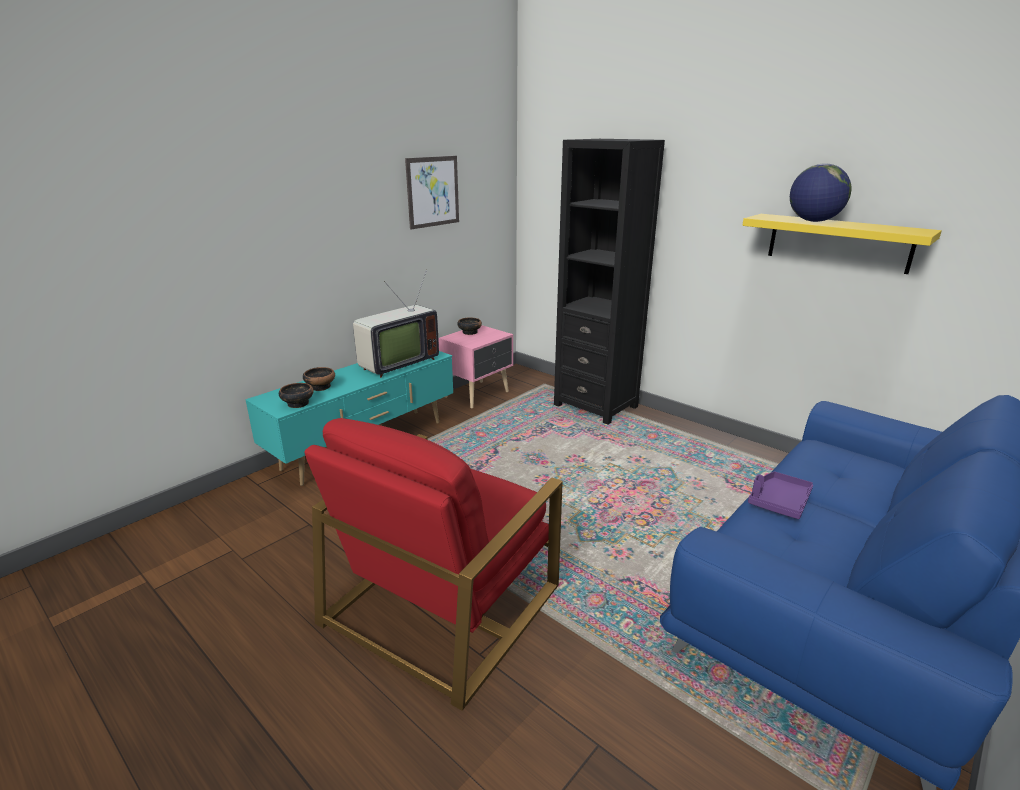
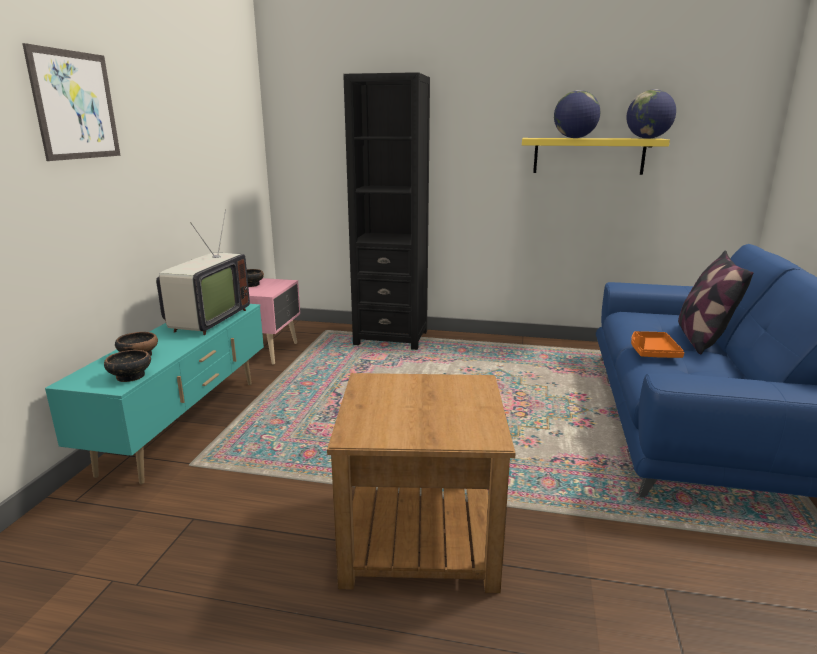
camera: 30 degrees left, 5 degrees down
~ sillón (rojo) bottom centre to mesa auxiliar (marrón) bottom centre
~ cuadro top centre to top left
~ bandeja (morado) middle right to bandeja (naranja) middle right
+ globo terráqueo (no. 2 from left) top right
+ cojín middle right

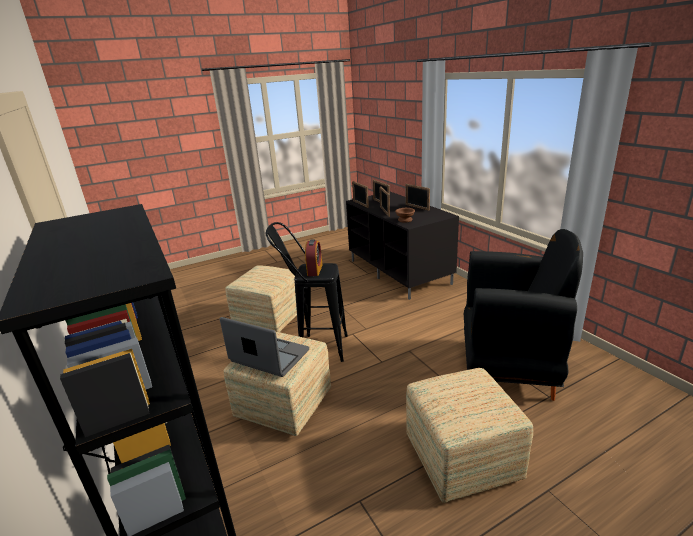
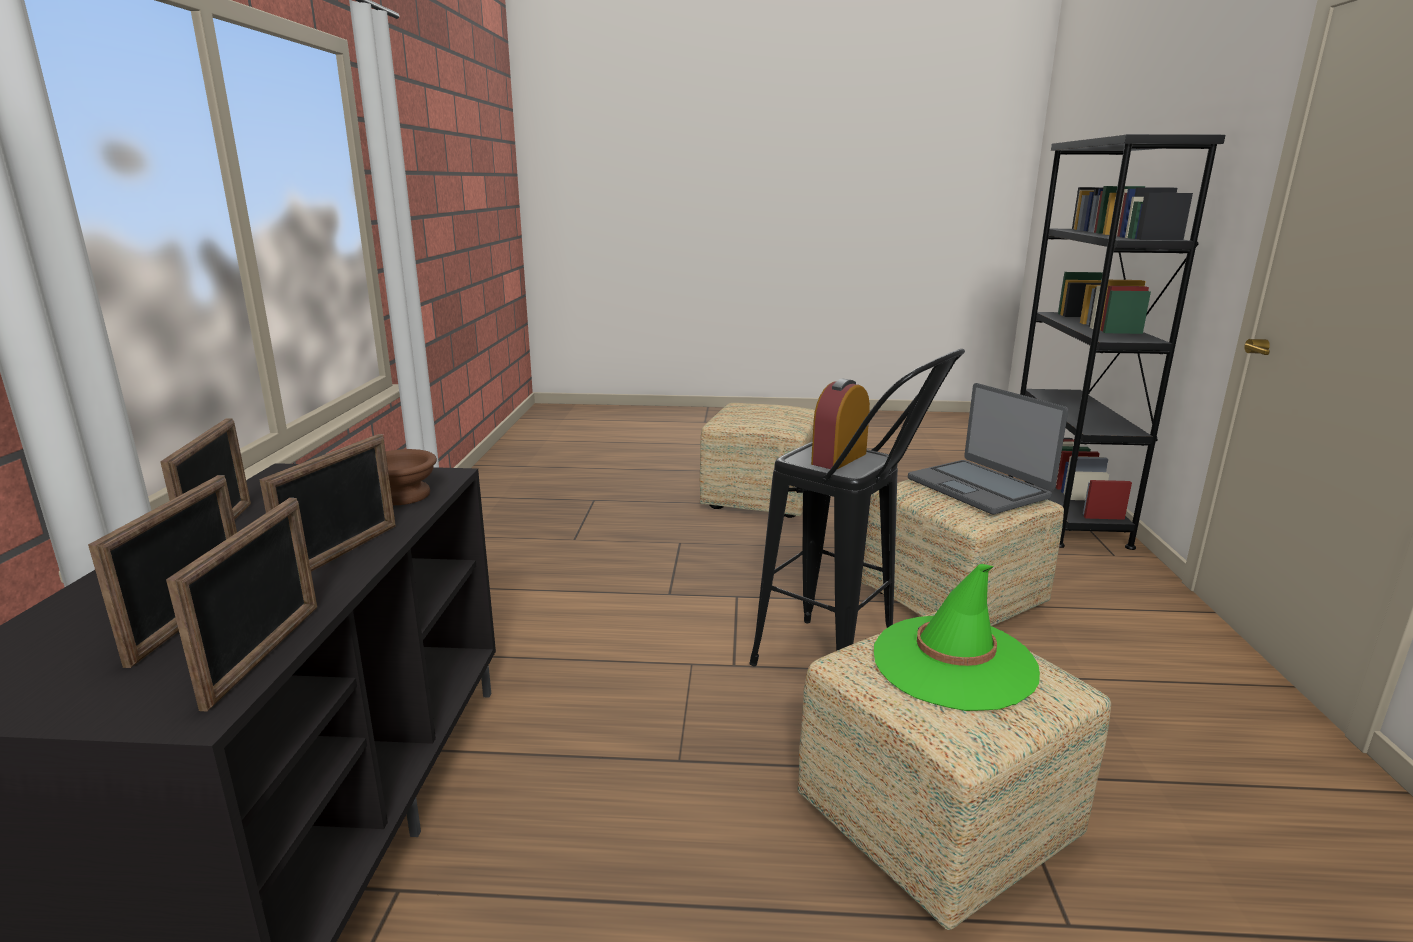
camera: 150 degrees left, 5 degrees down
- sillón (negro) middle right
+ sombrero (verde) bottom right

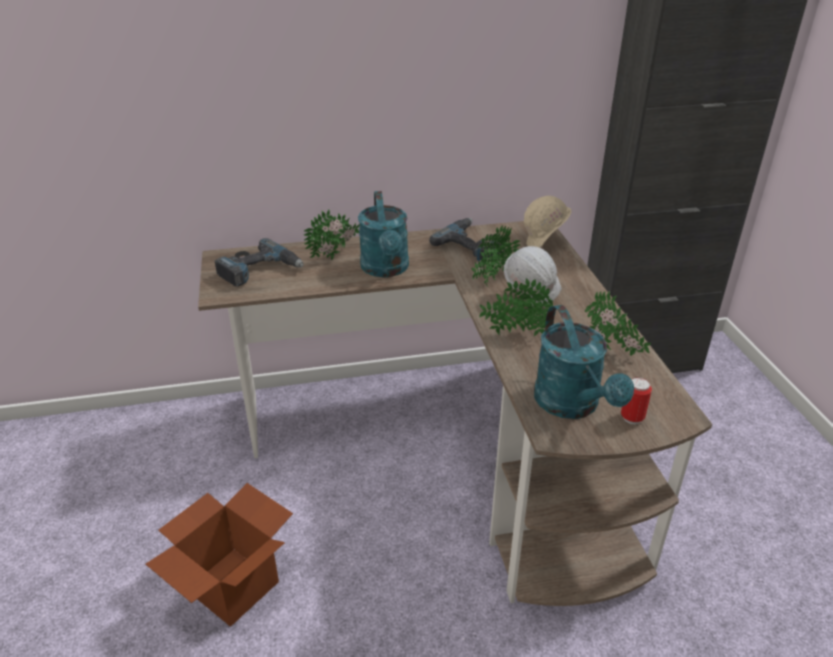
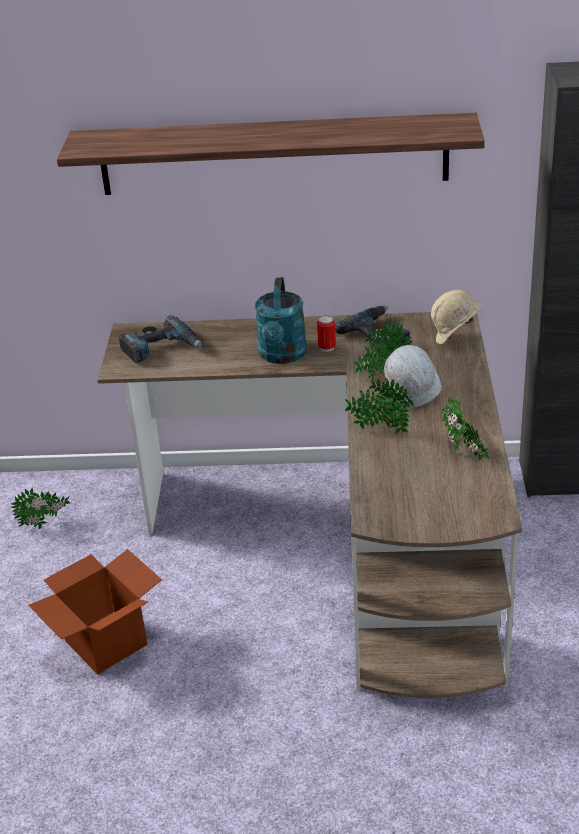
camera: 15 degrees right, 0 degrees up
~ planta en maceta (no. 1 from left) centre to middle left
- regadera (turquesa) (no. 2 from left) middle right
~ lata middle right to centre
+ estante top centre

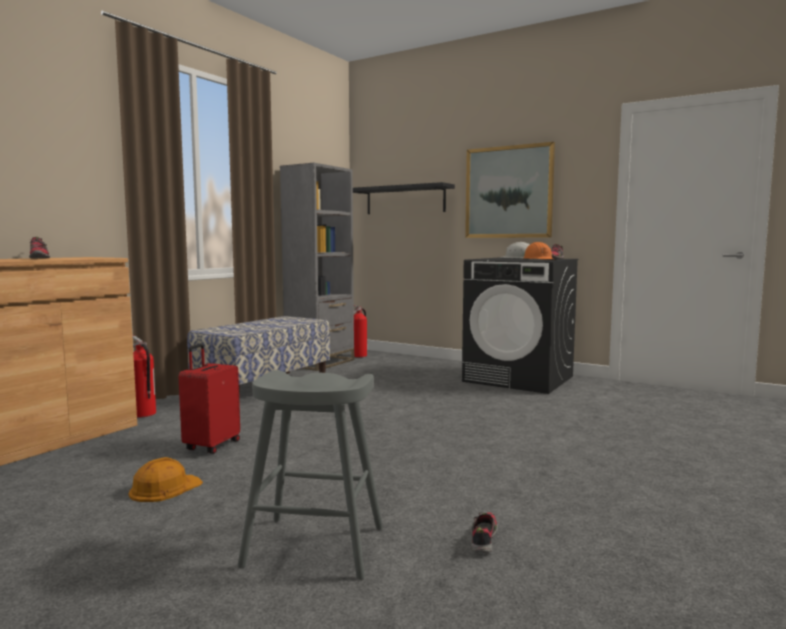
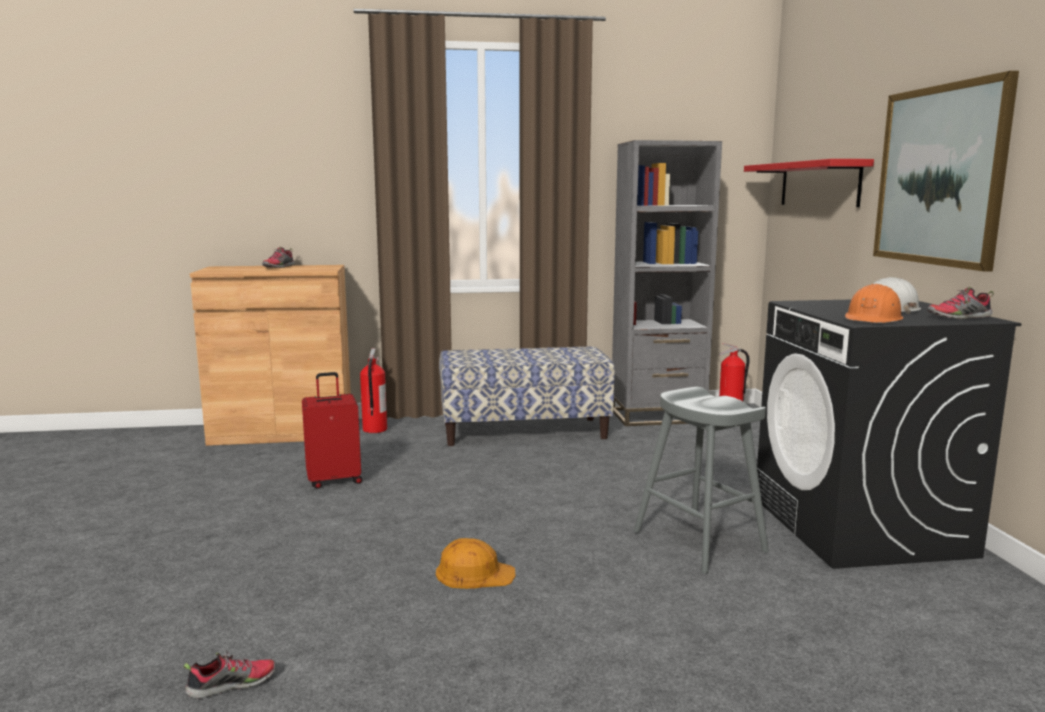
camera: 50 degrees right, 5 degrees up
~ casco (naranja) (no. 1 from left) bottom left to bottom centre
~ taburete (gris) bottom centre to bottom right
~ estante (negro) top centre to estante (rojo) top right

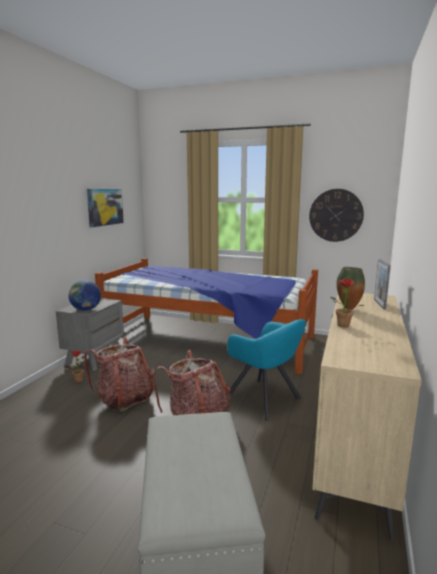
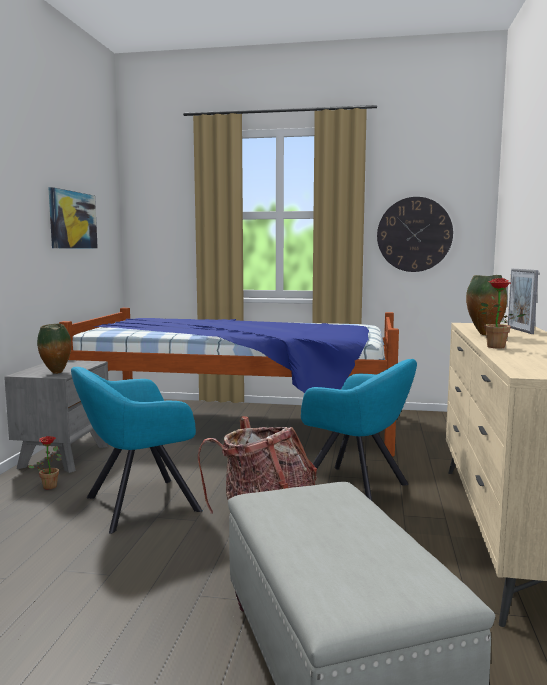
camera: 10 degrees left, 5 degrees down
~ globo terráqueo middle left to florero (no. 1 from left) middle left
~ mochila (no. 1 from left) middle left to sillón (turquesa) (no. 1 from left) middle left

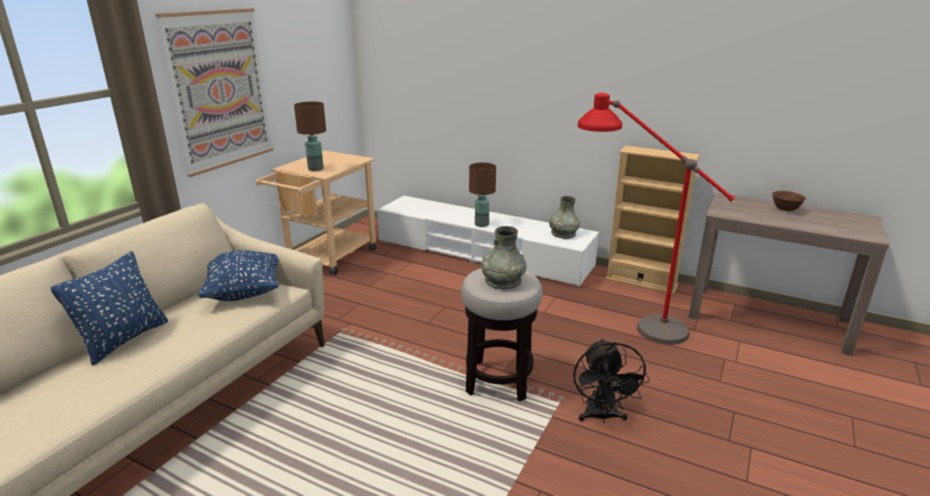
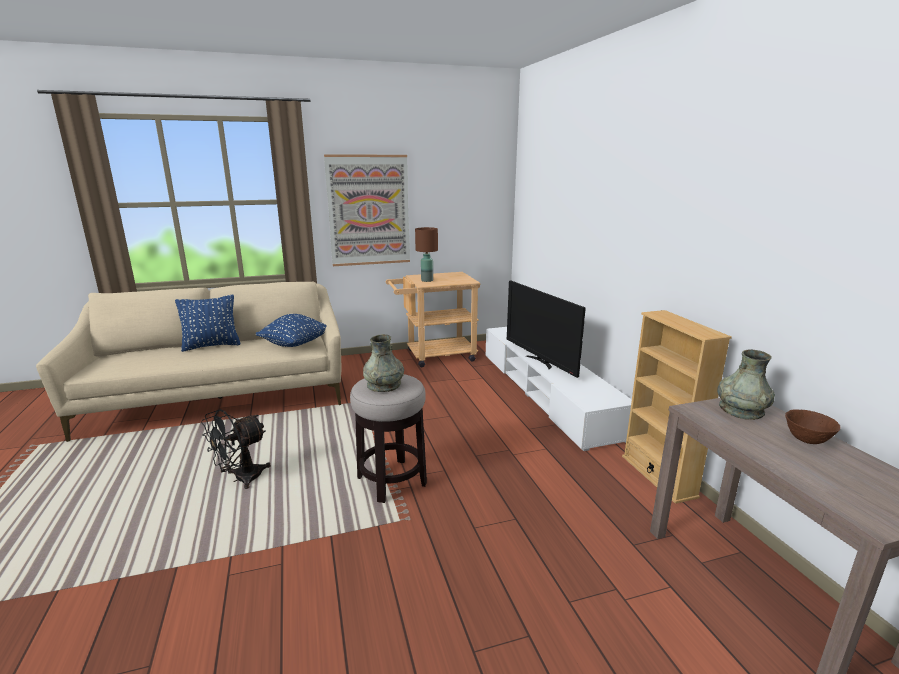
camera: 45 degrees right, 5 degrees down
~ lámpara de mesa (marrón) (no. 2 from left) centre to televisor centre
~ florero (gris) (no. 2 from left) centre to middle right
~ ventilador (negro) bottom centre to middle left
- lámpara de pie (rojo) middle right

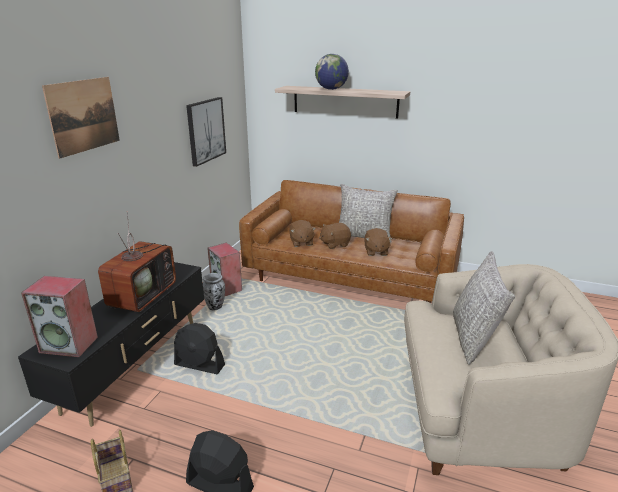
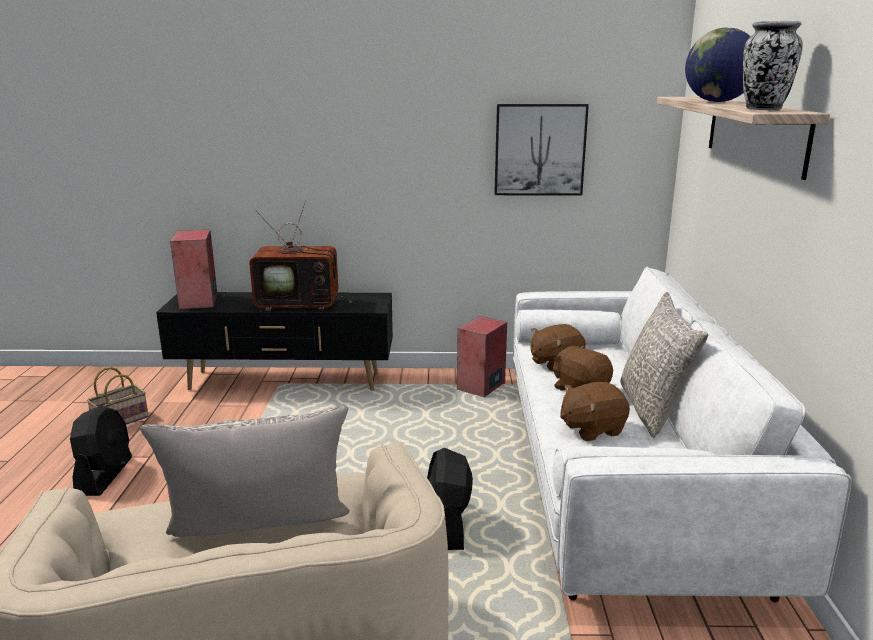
camera: 70 degrees right, 5 degrees down
- cuadro (no. 1 from left) top left
~ ventilador (negro) (no. 1 from left in the first image) bottom left to ventilador (negro) (no. 2 from left) bottom centre
~ florero centre to top right
~ sofá (marrón) centre to sofá (blanco) bottom right

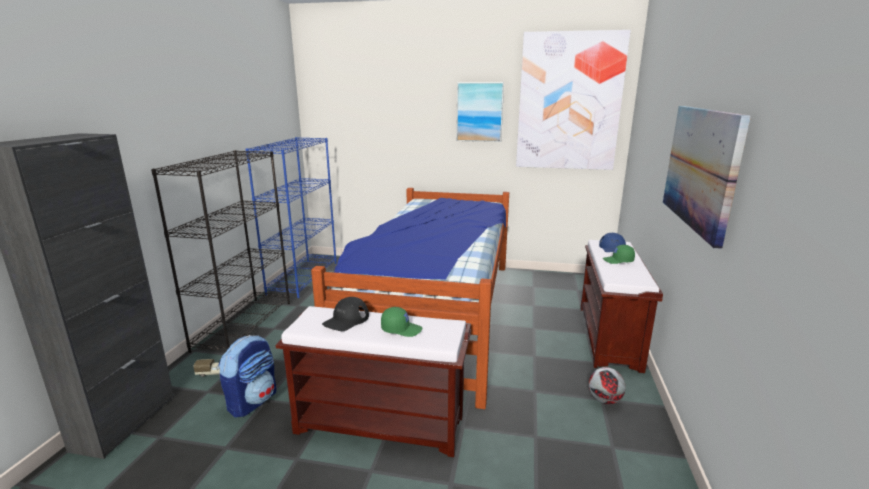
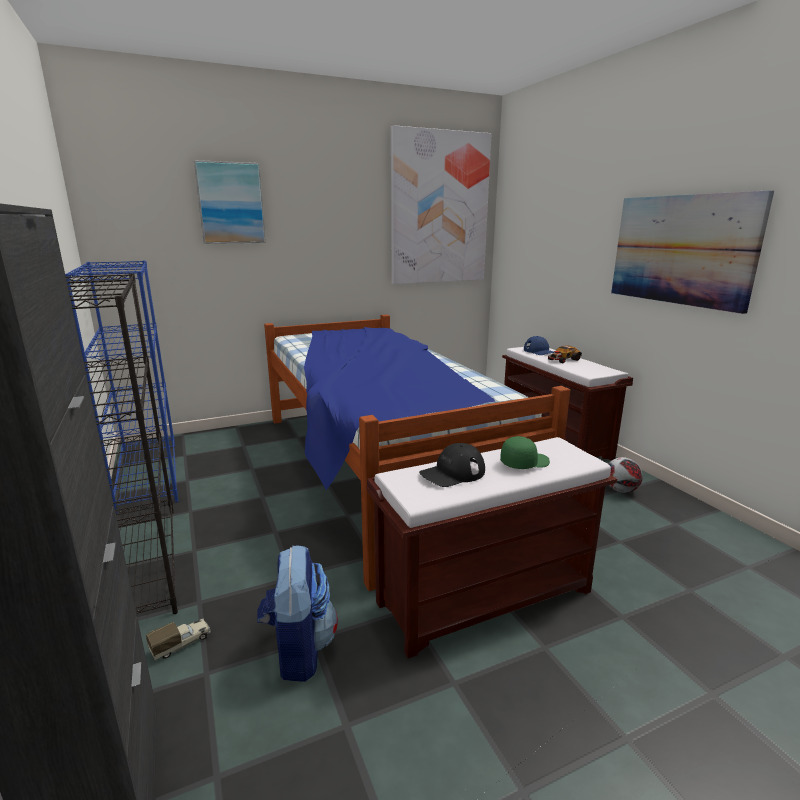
camera: 35 degrees left, 0 degrees up
~ gorra (negro) centre = centre 60 degrees clockwise
~ cuadro (no. 1 from left) top centre to top left
~ gorra (verde) (no. 2 from left) middle right to coche de juguete middle right

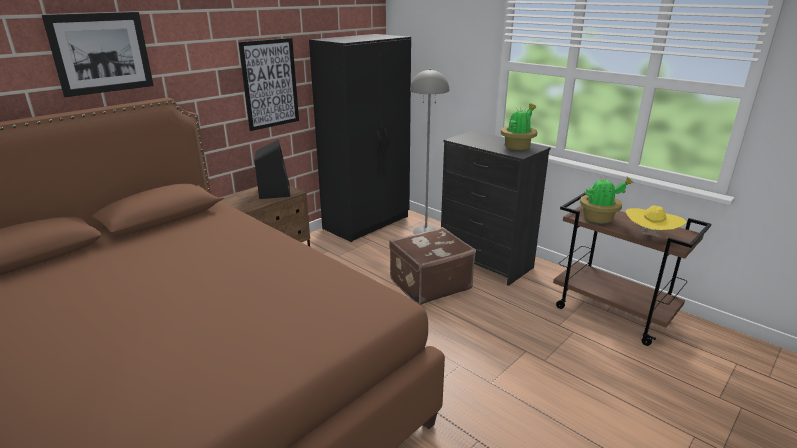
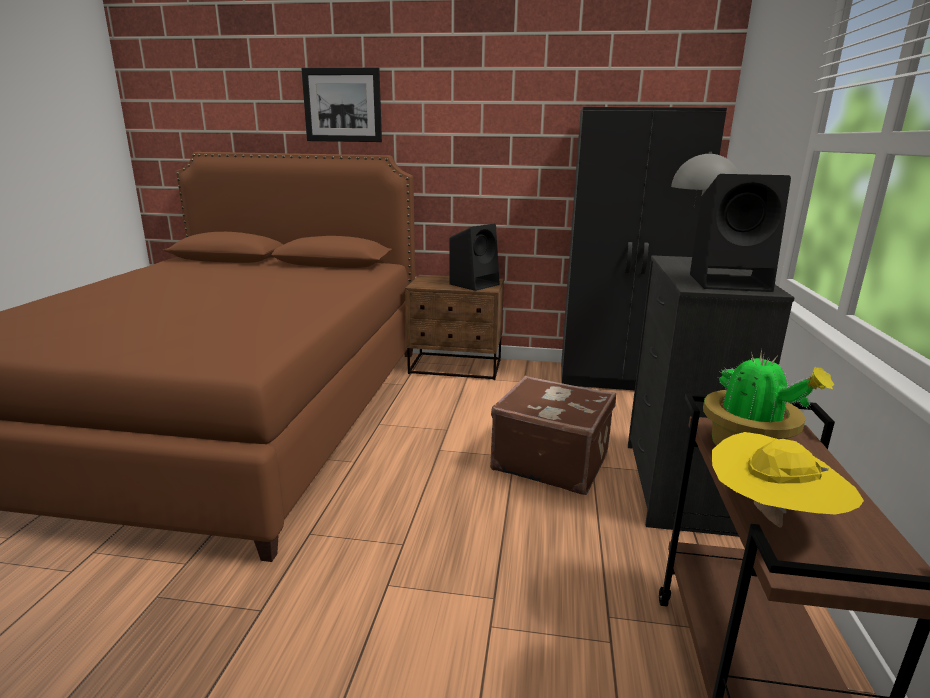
camera: 55 degrees right, 5 degrees down
- cuadro (no. 2 from left) top centre
~ planta en maceta (no. 1 from left) top centre to altavoz (negro) (no. 2 from left) middle right

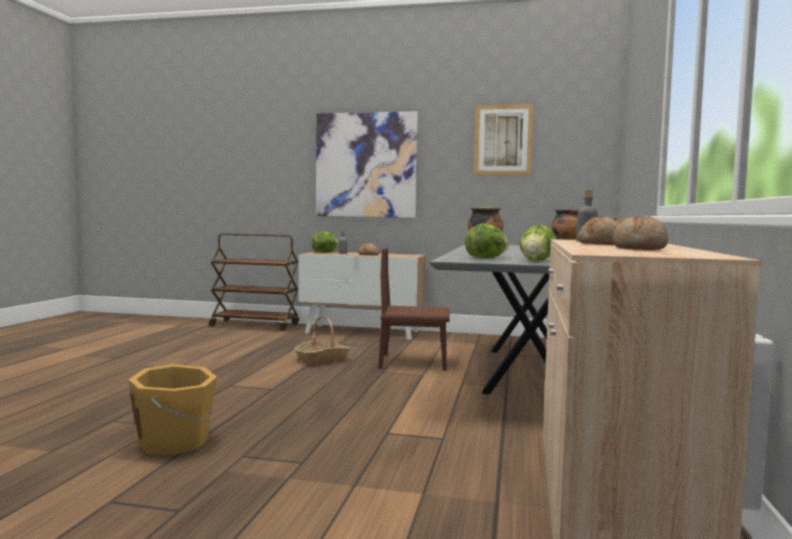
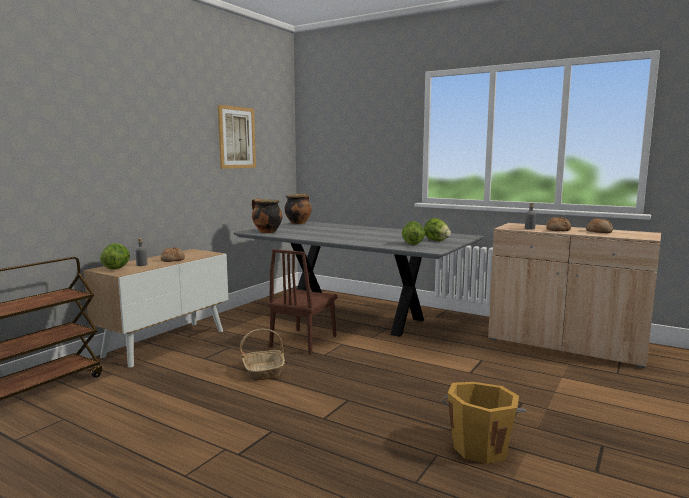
camera: 70 degrees left, 5 degrees up
- cuadro (no. 1 from left) top centre

